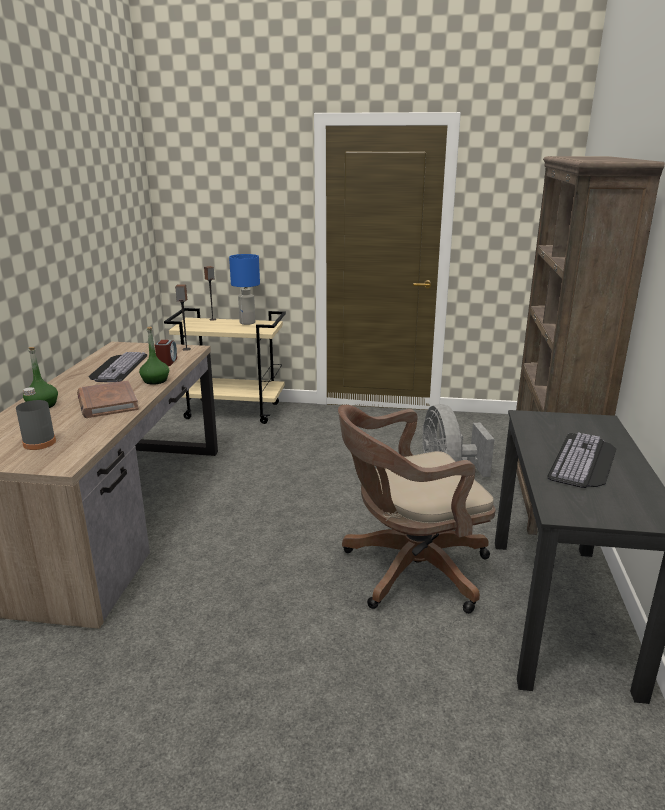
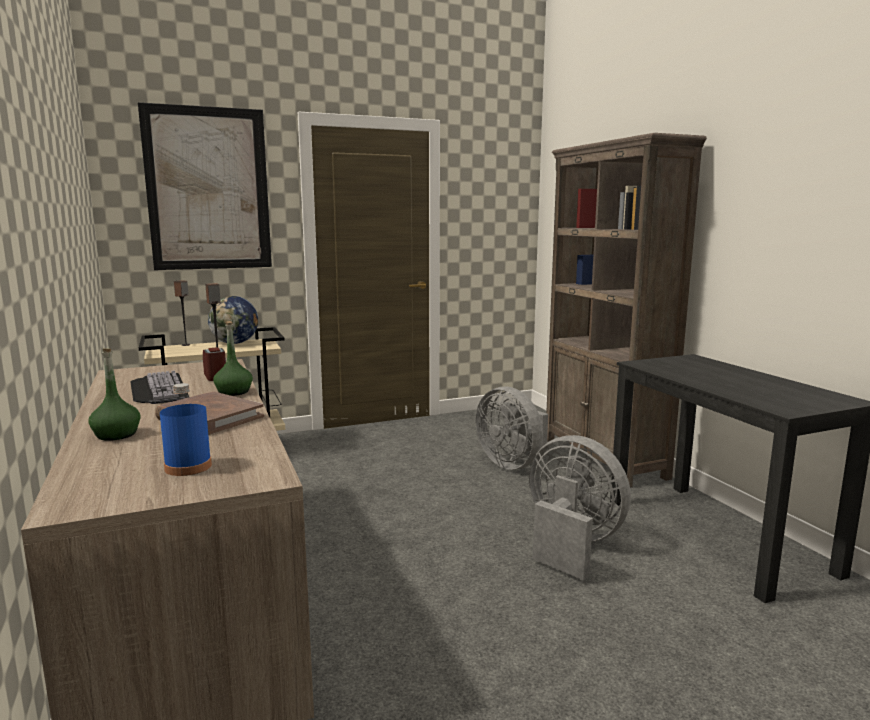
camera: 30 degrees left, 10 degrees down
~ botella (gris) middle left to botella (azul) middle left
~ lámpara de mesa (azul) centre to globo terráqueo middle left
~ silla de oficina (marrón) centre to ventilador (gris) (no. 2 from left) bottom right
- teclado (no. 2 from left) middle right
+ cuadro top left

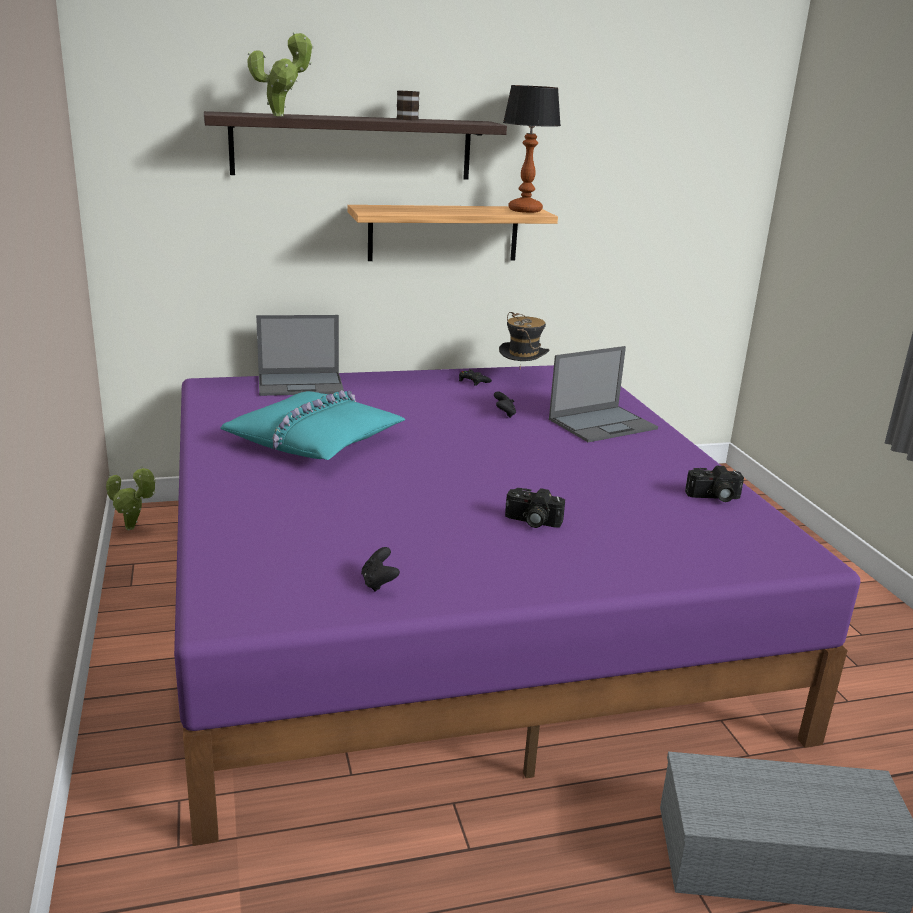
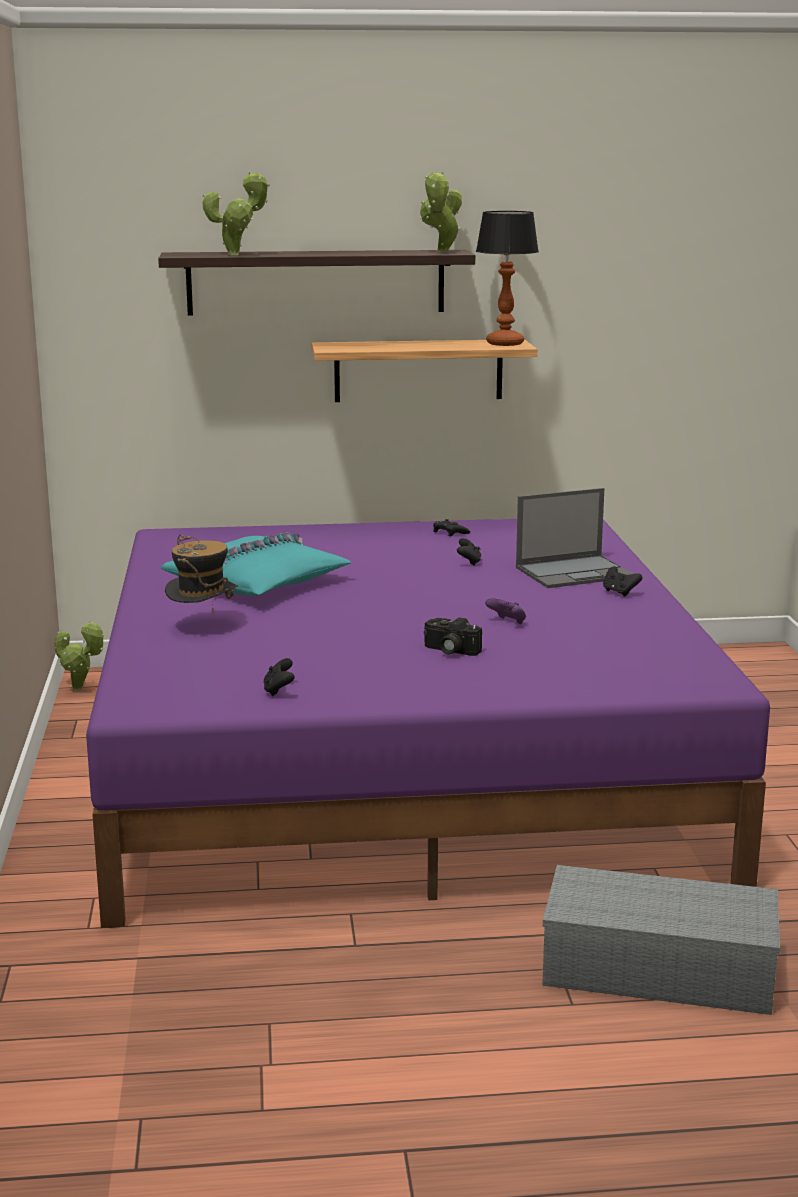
camera: 10 degrees right, 5 degrees down
- portátil (no. 1 from left) middle left
- taza grande top centre
~ sombrero centre to middle left
- cámara (no. 2 from left) middle right
+ planta en maceta (no. 3 from left) top centre
+ mando de consola (morado) centre
+ mando de consola (negro) (no. 4 from left) middle right

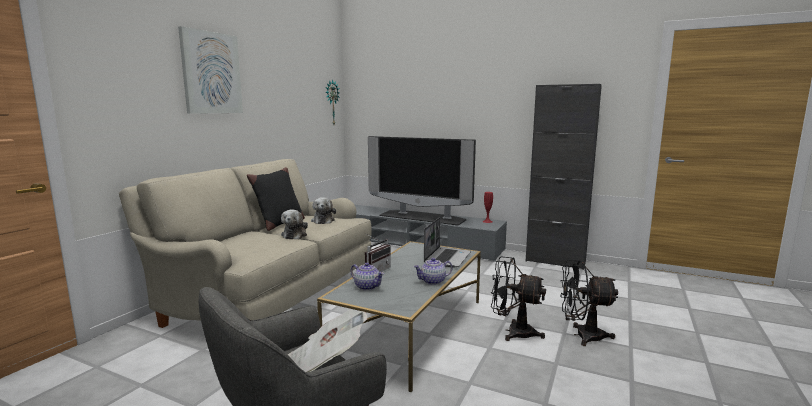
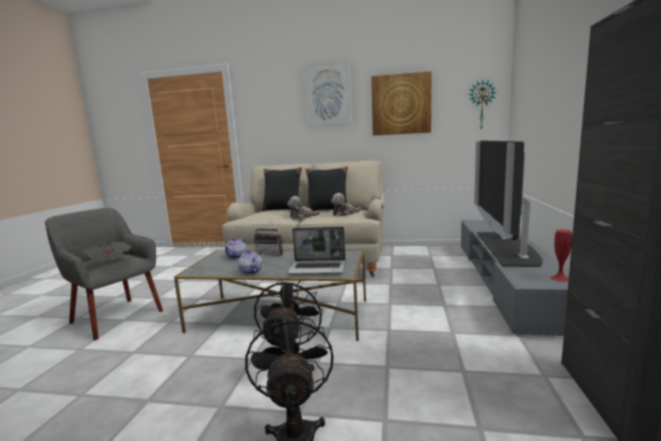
camera: 75 degrees right, 0 degrees up
+ cojín (negro) (no. 1 from left) centre
+ cuadro (no. 2 from left) top centre

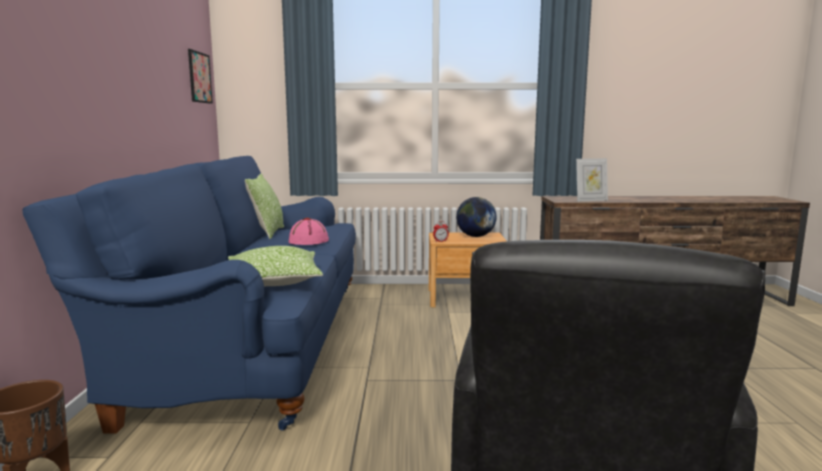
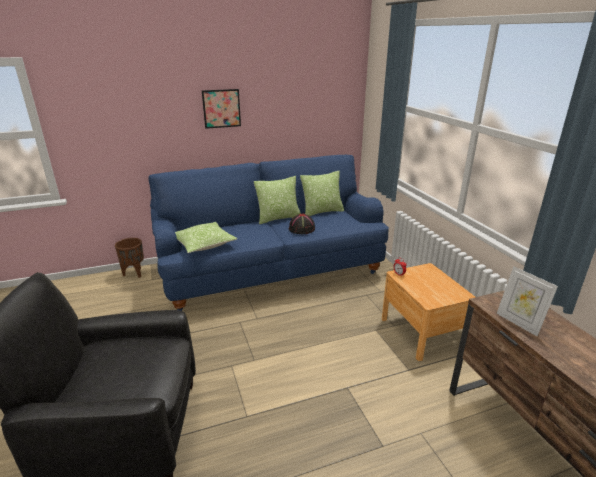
camera: 70 degrees right, 15 degrees up
~ cuadro top left to top centre
~ sombrero (rosa) centre to sombrero (negro) centre
- globo terráqueo centre
+ cojín (no. 2 from left) centre

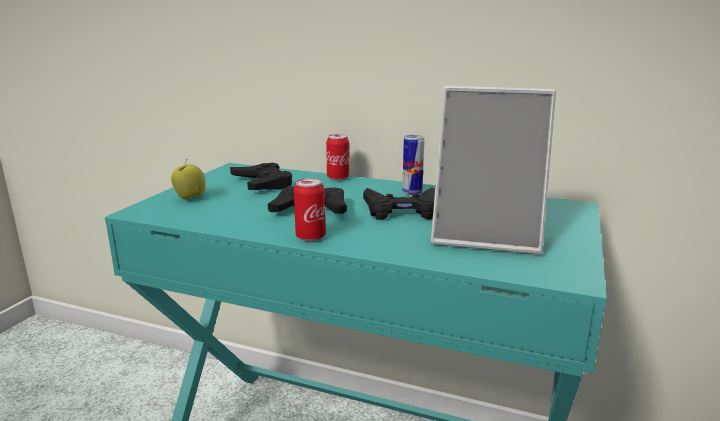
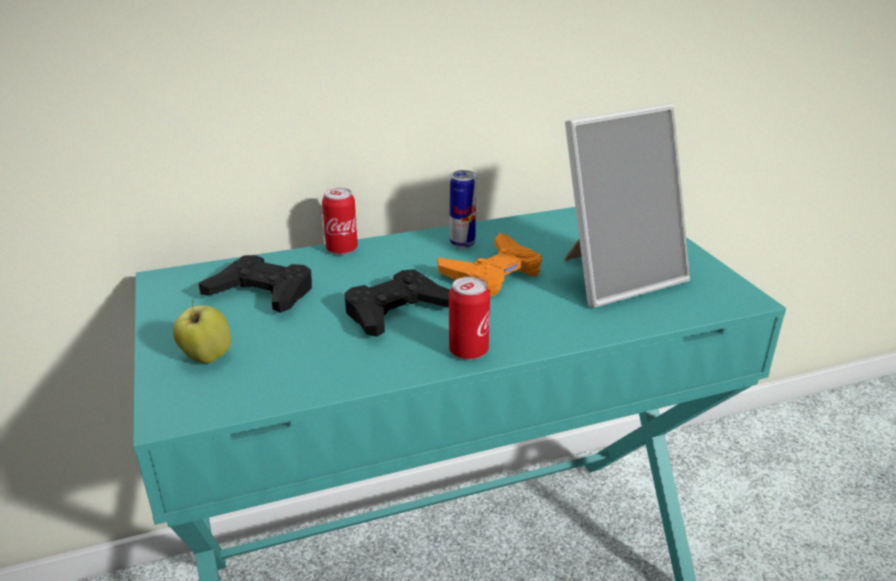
camera: 40 degrees left, 10 degrees up
~ mando de consola (negro) (no. 3 from left) centre to mando de consola (naranja) centre

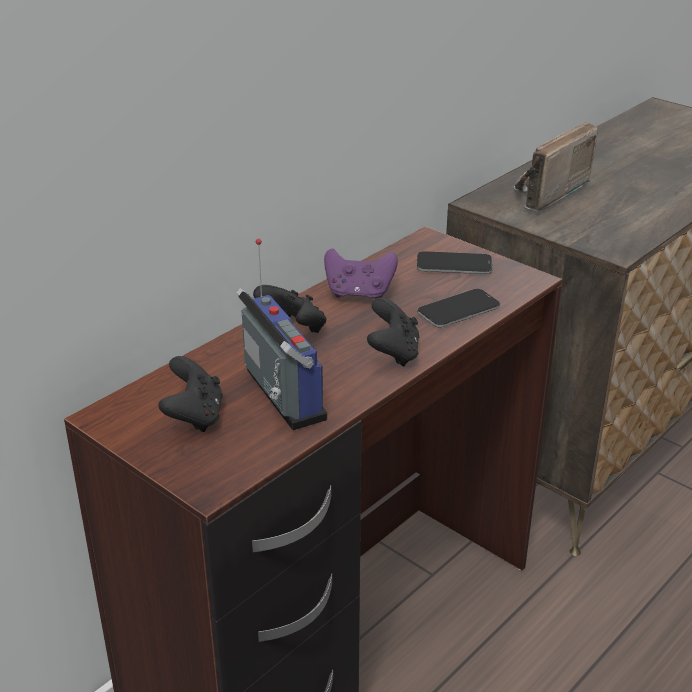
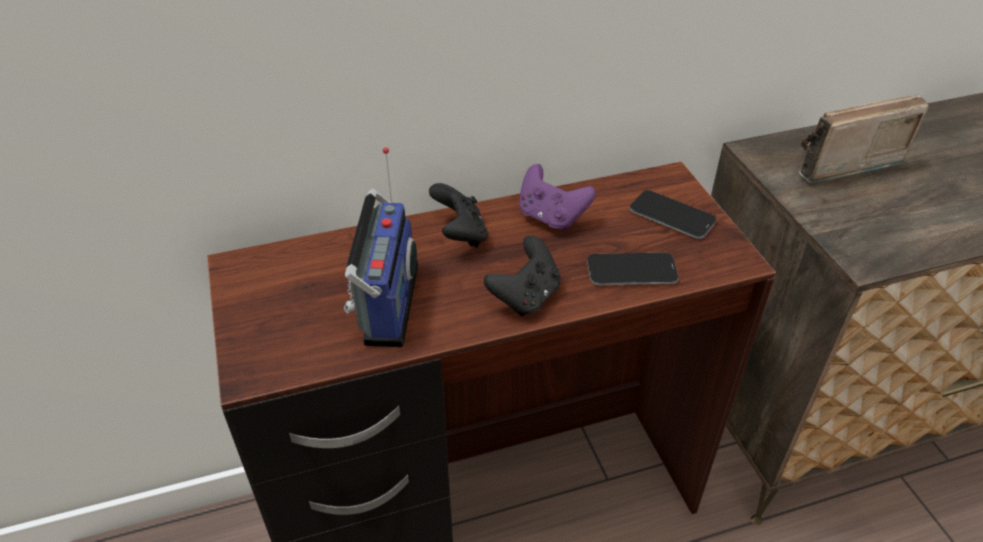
camera: 30 degrees right, 10 degrees up
- mando de consola (negro) (no. 1 from left) middle left

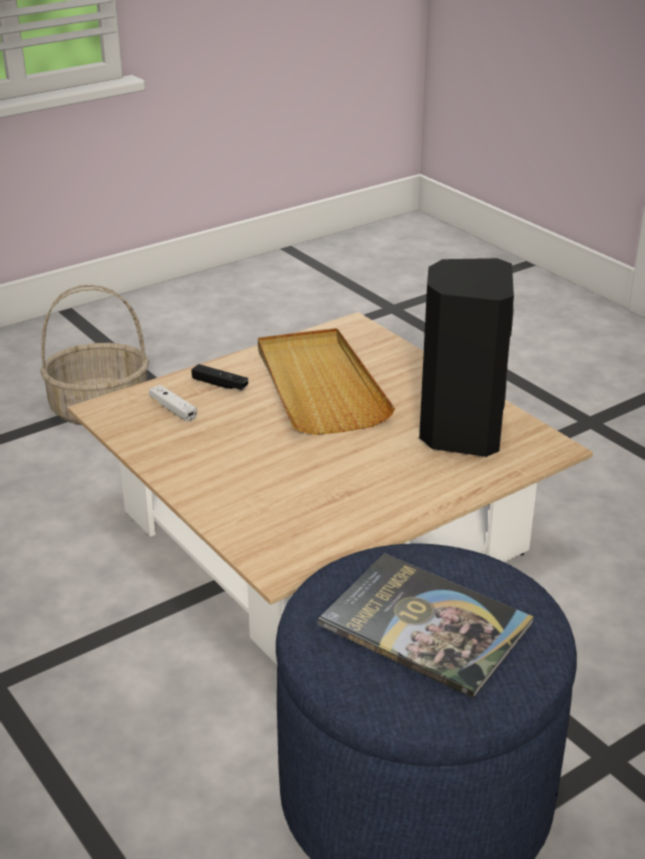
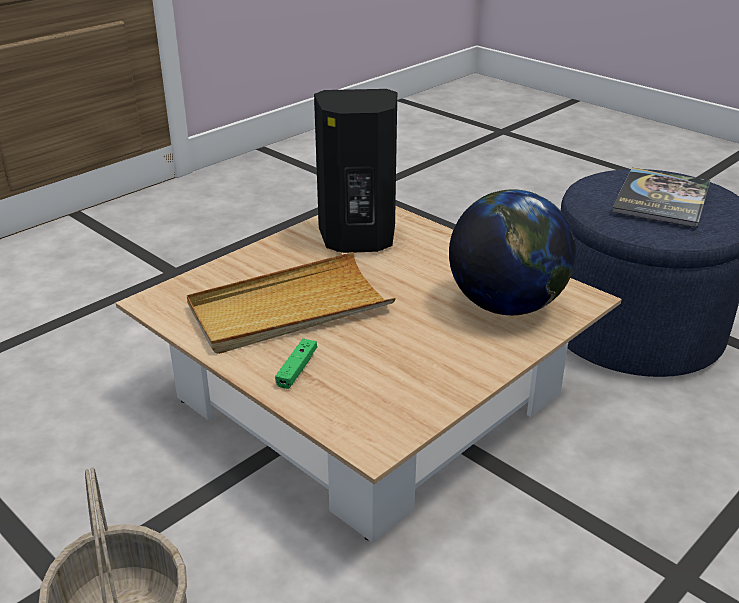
camera: 100 degrees left, 0 degrees up
- mando de consola (blanco) middle left
~ mando de consola (negro) centre to mando de consola (verde) centre
+ globo terráqueo middle right

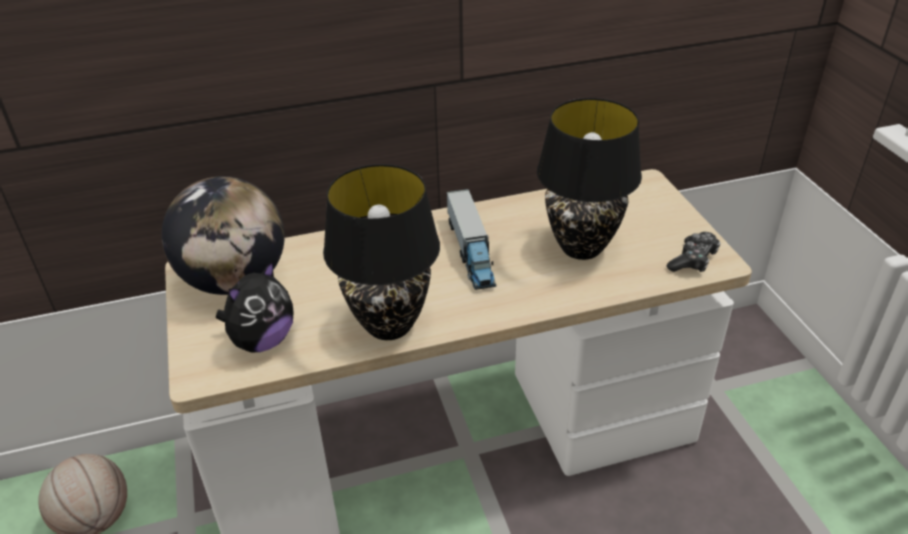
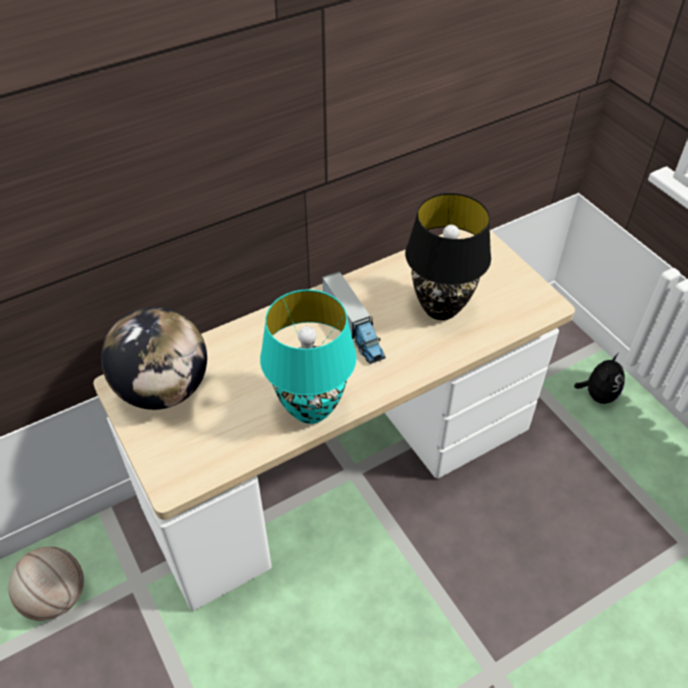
camera: 15 degrees left, 10 degrees up
~ peluche middle left to middle right
~ lámpara de mesa (negro) (no. 1 from left) centre to lámpara de mesa (turquesa) centre
- mando de consola middle right

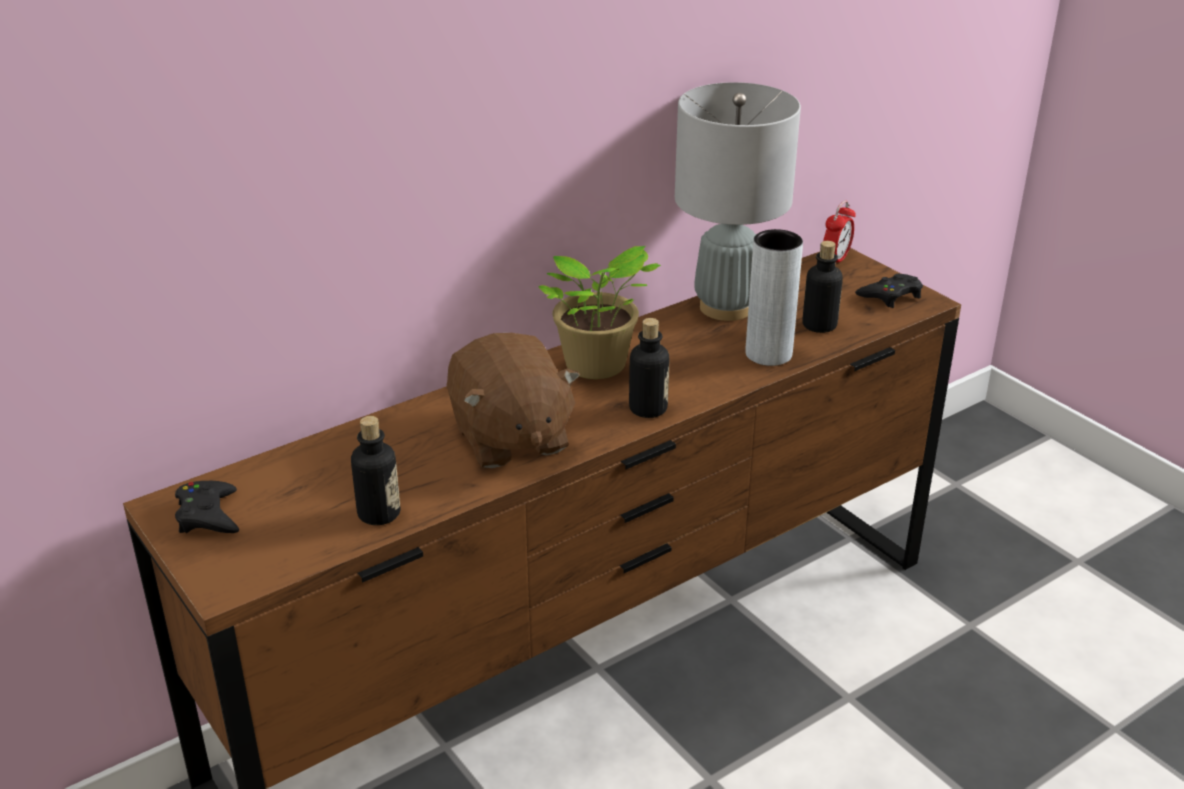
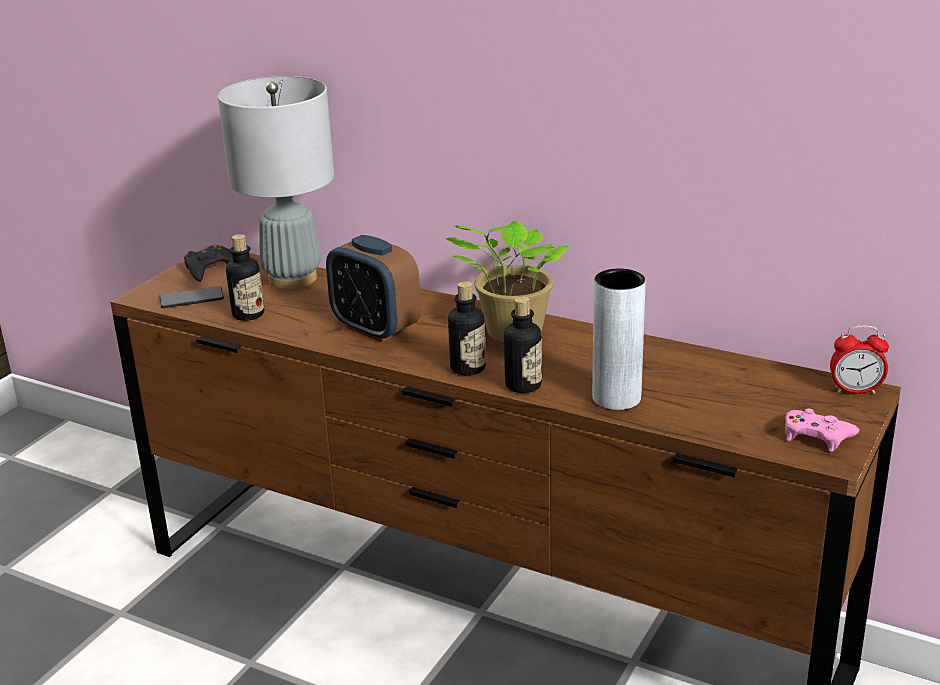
camera: 65 degrees right, 5 degrees down
~ peluche (marrón) centre to despertador (no. 1 from left) centre
~ lámpara de mesa (gris) top centre to top left
~ botella (no. 3 from left) middle right to centre
~ mando de consola (negro) (no. 2 from left) middle right to mando de consola (rosa) middle right
+ móvil middle left

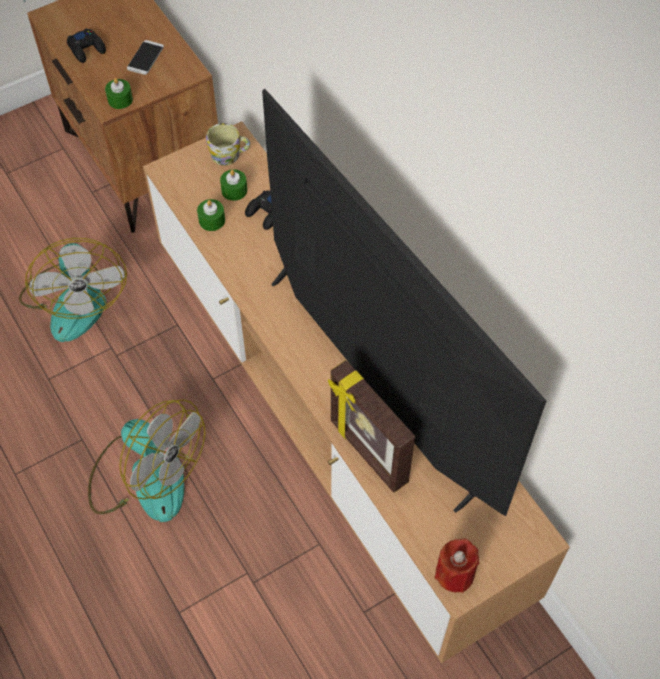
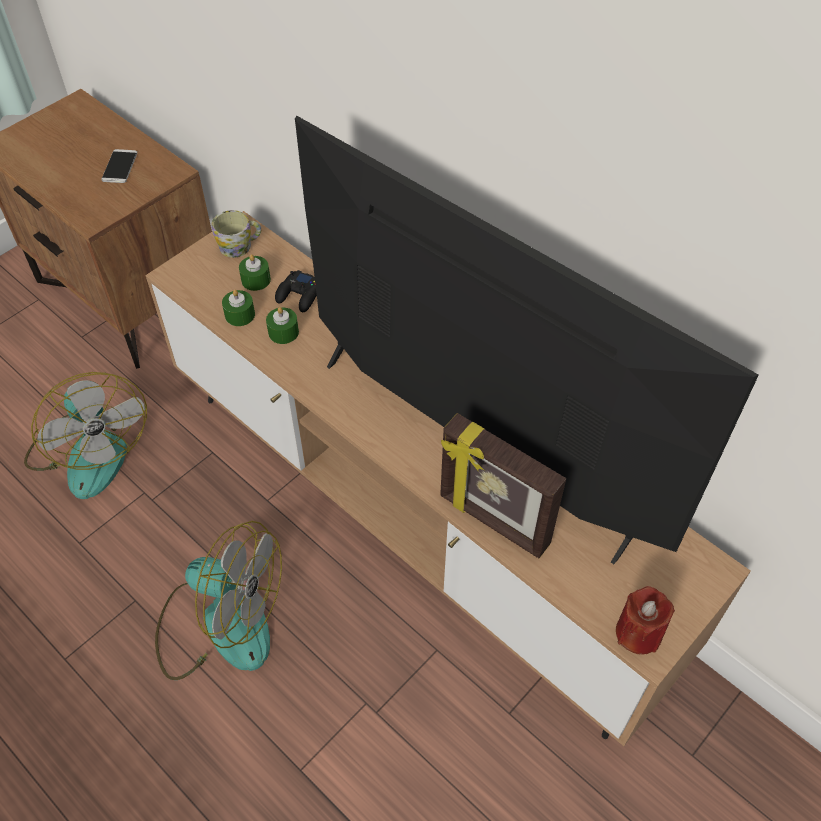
camera: 15 degrees left, 5 degrees down
- mando de consola (negro) (no. 1 from left) top left
~ vela (verde) (no. 1 from left in the first image) top left to vela (verde) (no. 3 from left) centre

